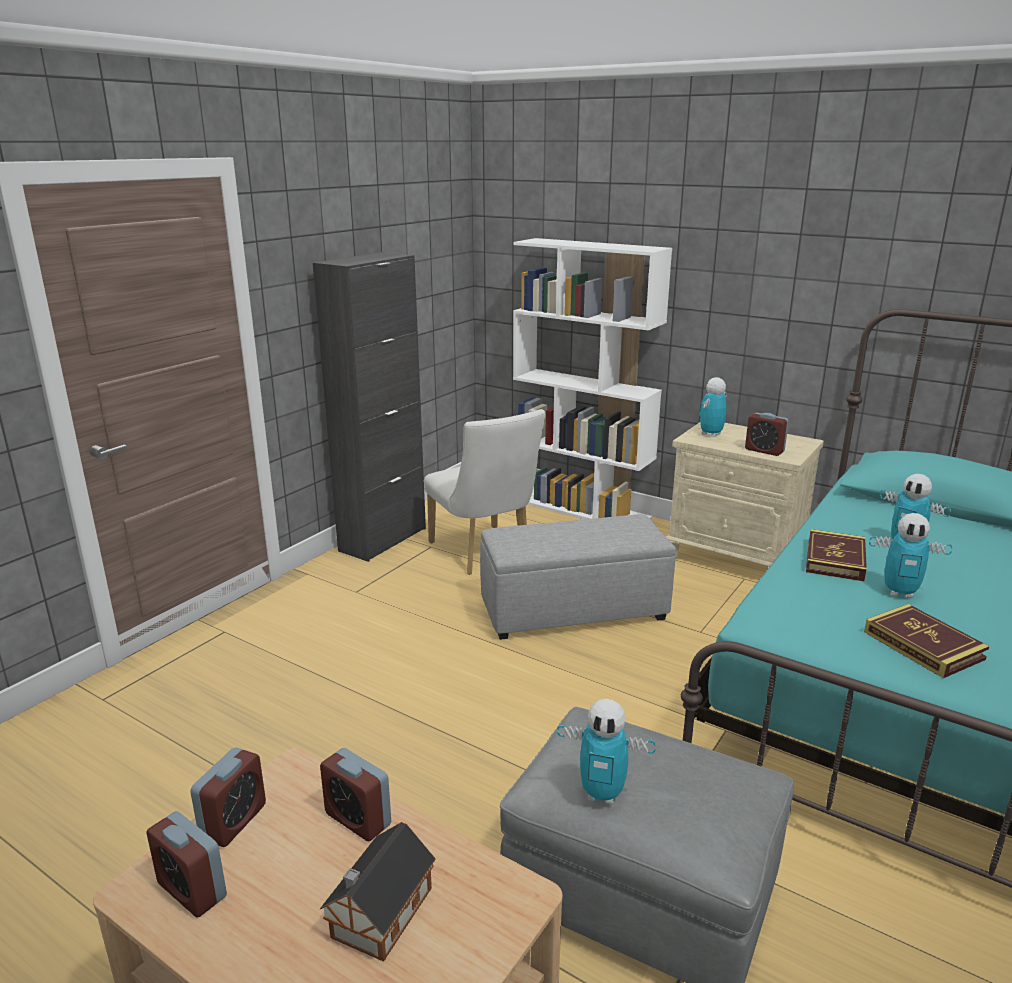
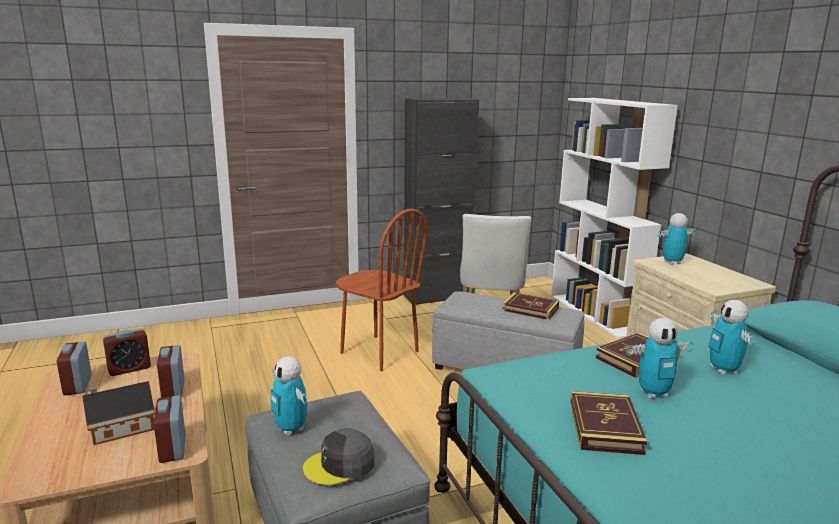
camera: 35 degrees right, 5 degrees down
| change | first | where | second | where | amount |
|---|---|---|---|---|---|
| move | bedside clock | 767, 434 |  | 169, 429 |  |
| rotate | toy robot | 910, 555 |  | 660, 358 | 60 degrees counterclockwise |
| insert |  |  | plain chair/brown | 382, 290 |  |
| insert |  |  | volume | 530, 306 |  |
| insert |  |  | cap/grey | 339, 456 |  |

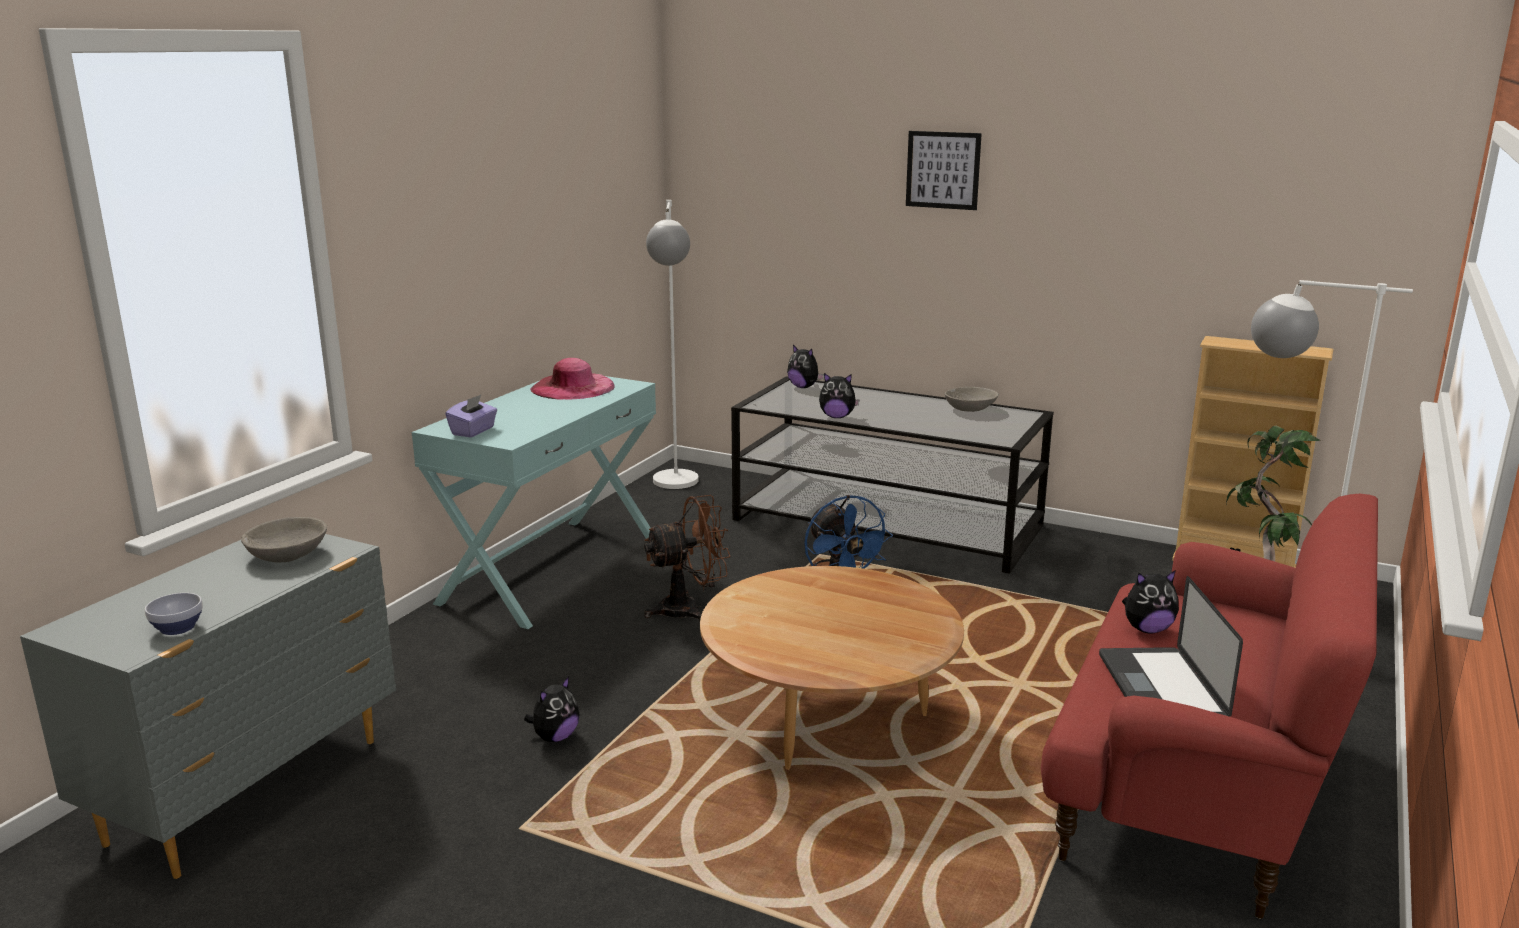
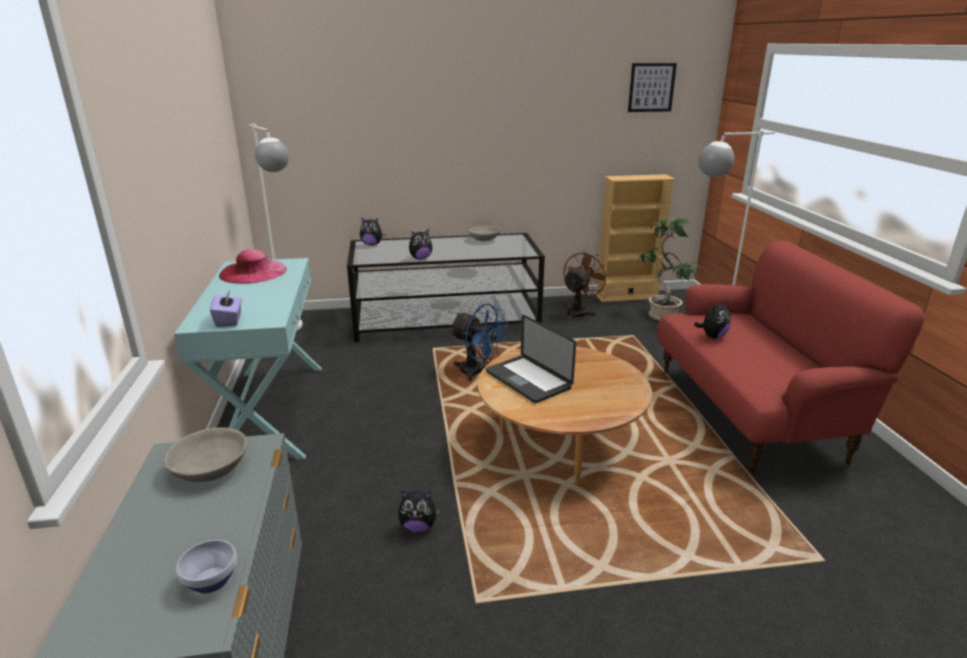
camera: 35 degrees left, 5 degrees up
| change | first | where | second | where | amount |
|---|---|---|---|---|---|
| move | picture | 944, 170 |  | 652, 87 |  |
| move | cooling fan/brown | 687, 558 |  | 586, 286 |  |
| move | portable computer | 1171, 646 |  | 531, 359 |  |
| rotate | soft toy | 552, 709 |  | 419, 512 | 90 degrees clockwise |

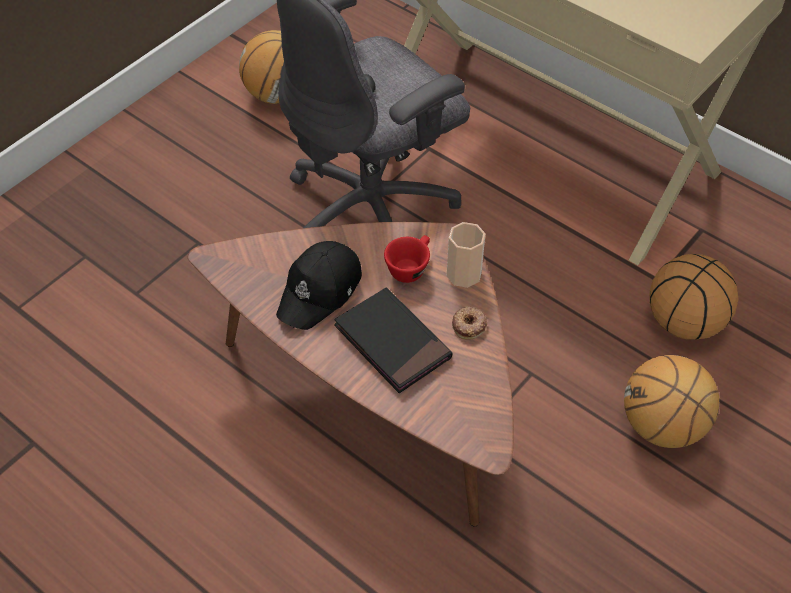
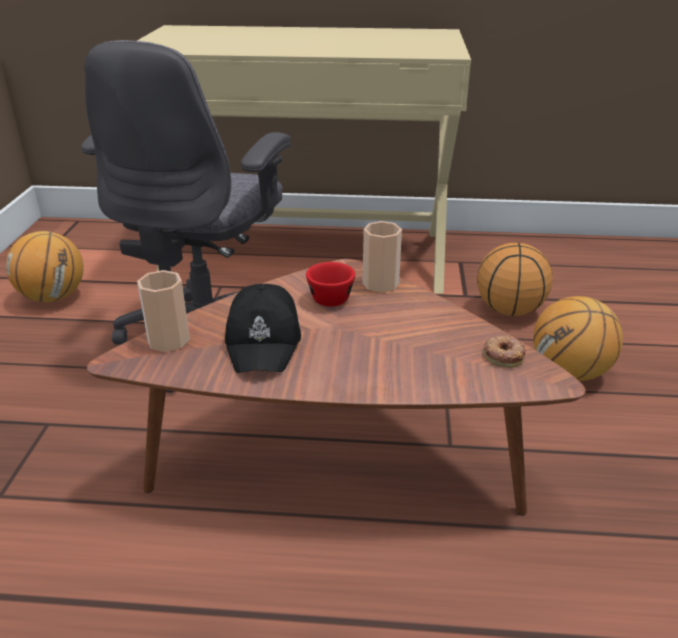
camera: 35 degrees left, 20 degrees down
| change | first | where | second | where | amount |
|---|---|---|---|---|---|
| delete | volume/black-coloured | 393, 340 |  |  |  |
| move | ring doughnut | 469, 323 |  | 504, 352 |  |
| insert |  |  | cup | 163, 311 |  |

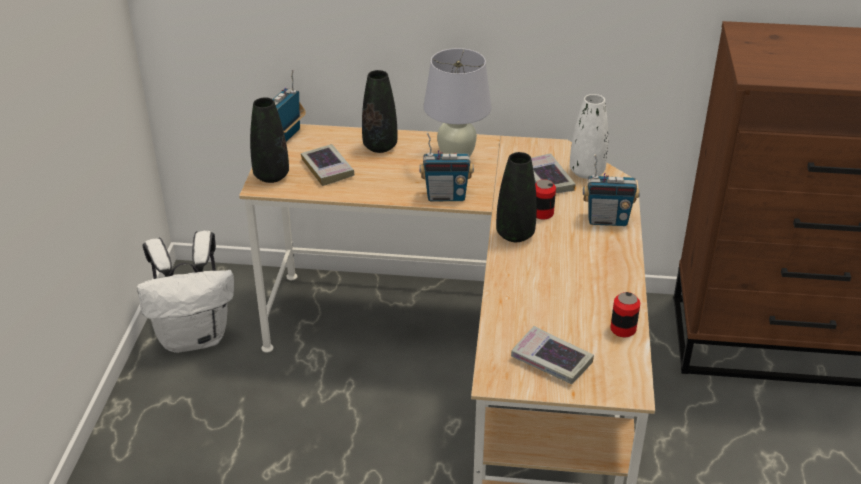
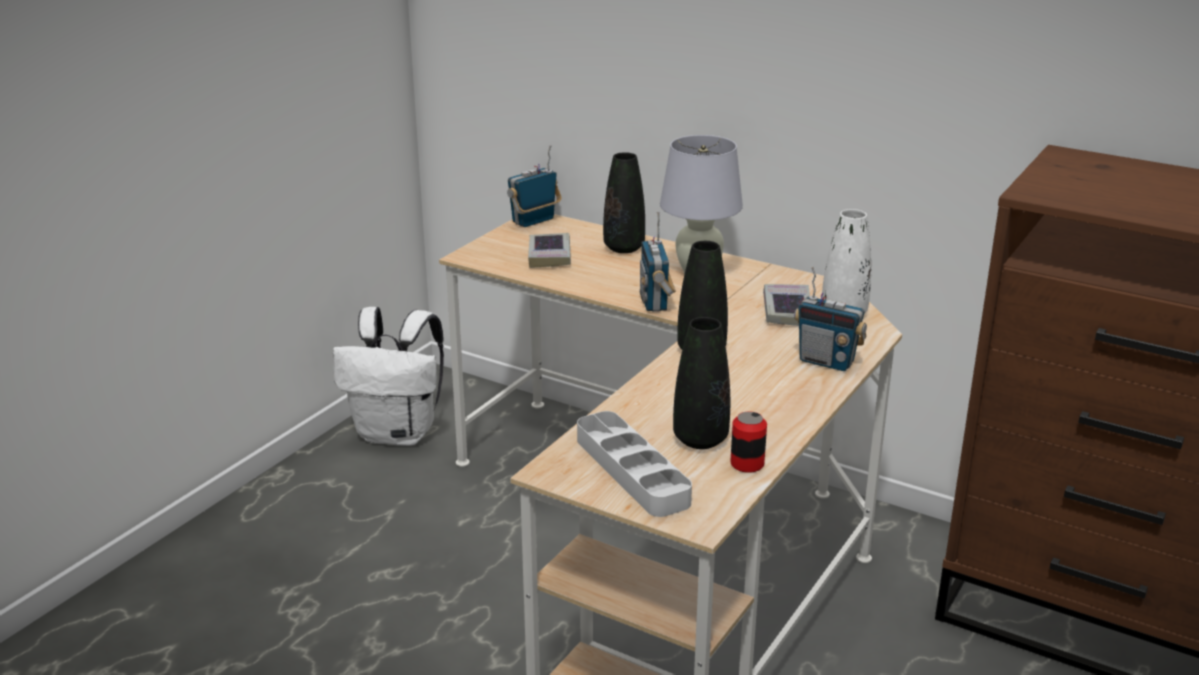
camera: 25 degrees right, 10 degrees down
| change | first | where | second | where | amount |
|---|---|---|---|---|---|
| move | decorative vase/black-coloured | 269, 140 |  | 701, 383 |  |
| rotate | radio set | 446, 166 |  | 658, 262 | 60 degrees clockwise |
| delete | can | 545, 199 |  |  |  |
| replace | volume | 552, 355 | serving tray/grey | 634, 464 |  |

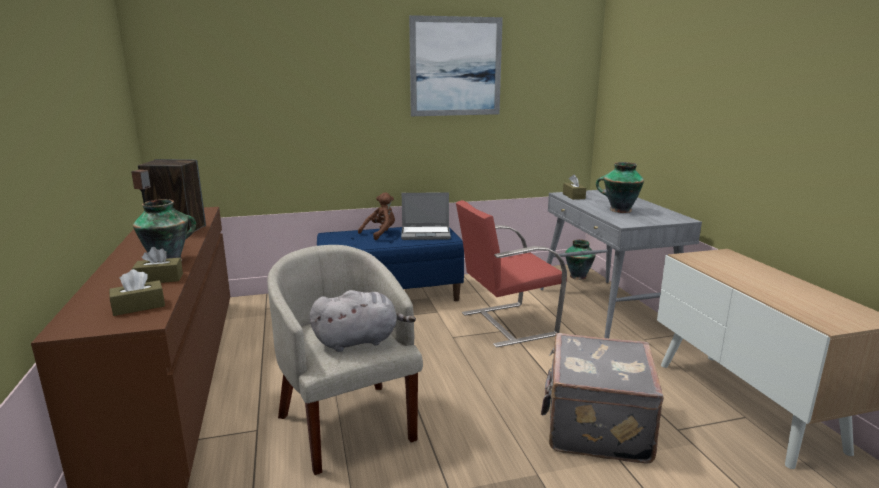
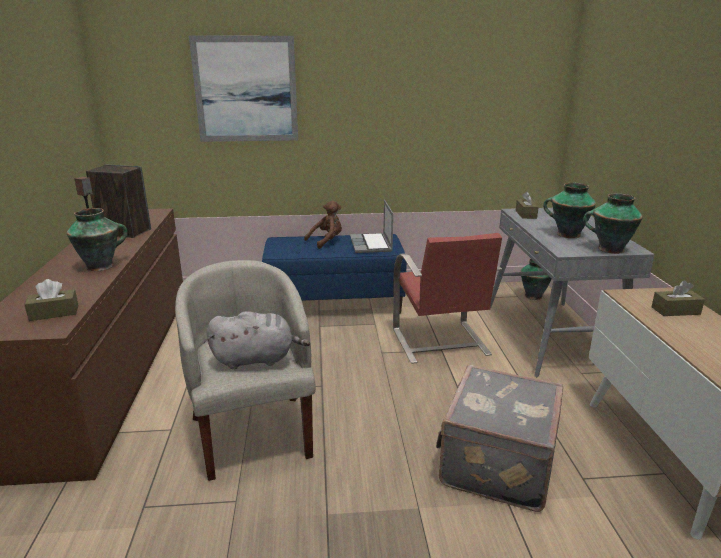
camera: 10 degrees right, 5 degrees up
| change | first | where | second | where | amount |
|---|---|---|---|---|---|
| move | picture | 456, 65 |  | 243, 89 |  |
| rotate | portable computer | 426, 216 |  | 371, 226 | 75 degrees clockwise |
| rotate | plain chair/red-coloured | 511, 274 |  | 447, 298 | 90 degrees counterclockwise |
| move | tissue box/brown | 157, 265 |  | 678, 298 |  |
| insert |  |  | decorative vase | 613, 224 |  |

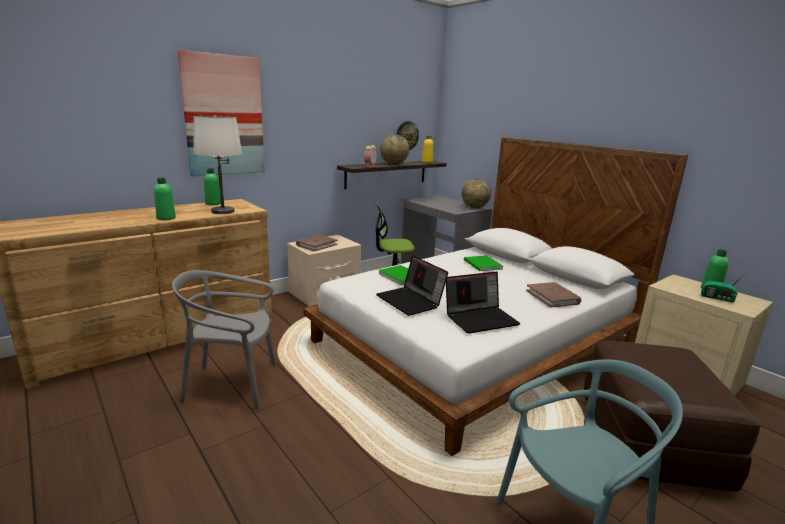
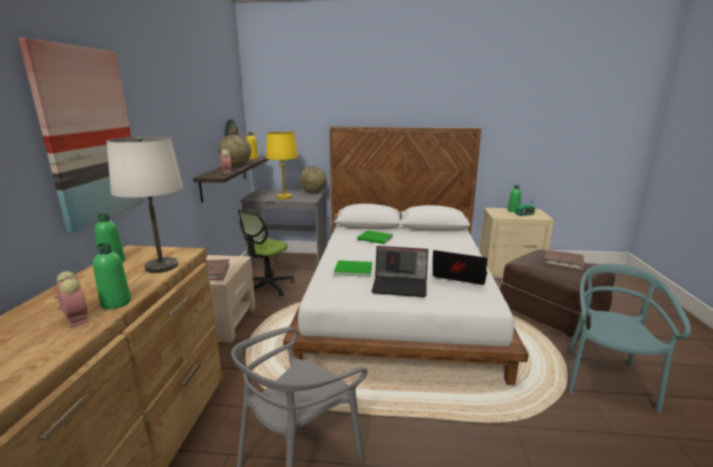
camera: 45 degrees left, 0 degrees up
| change | first | where | second | where | amount |
|---|---|---|---|---|---|
| rotate | portable computer | 483, 302 |  | 460, 267 | 90 degrees counterclockwise |
| move | volume/brown | 553, 294 |  | 564, 260 |  |
| insert |  |  | tabletop lamp/yellowish | 282, 165 |  |
| insert |  |  | bedside clock | 71, 299 |  |

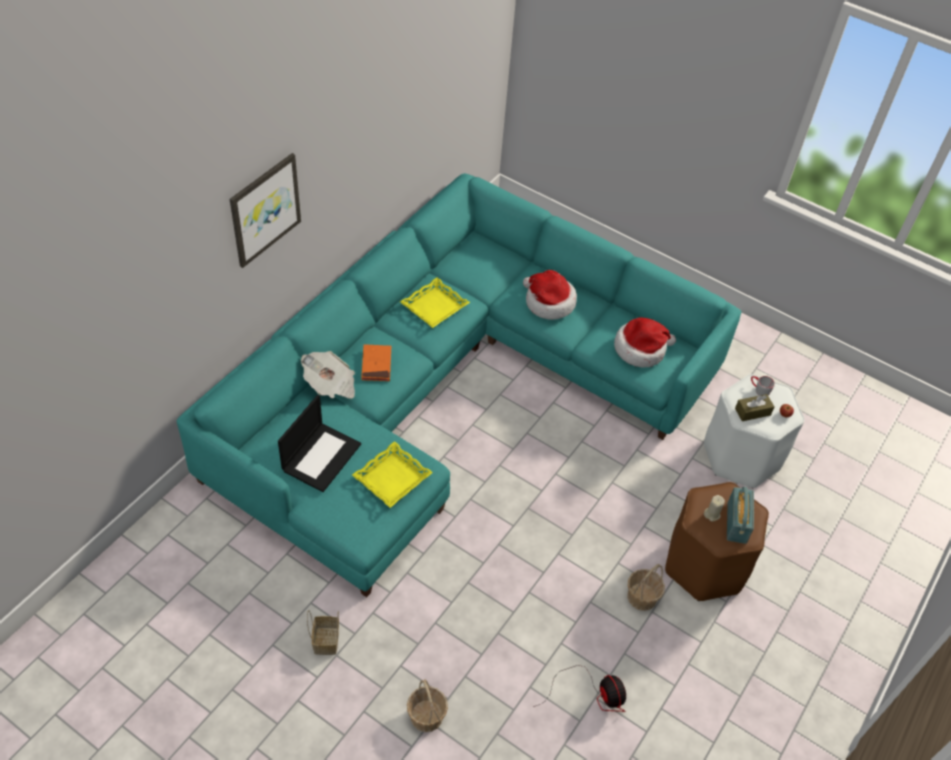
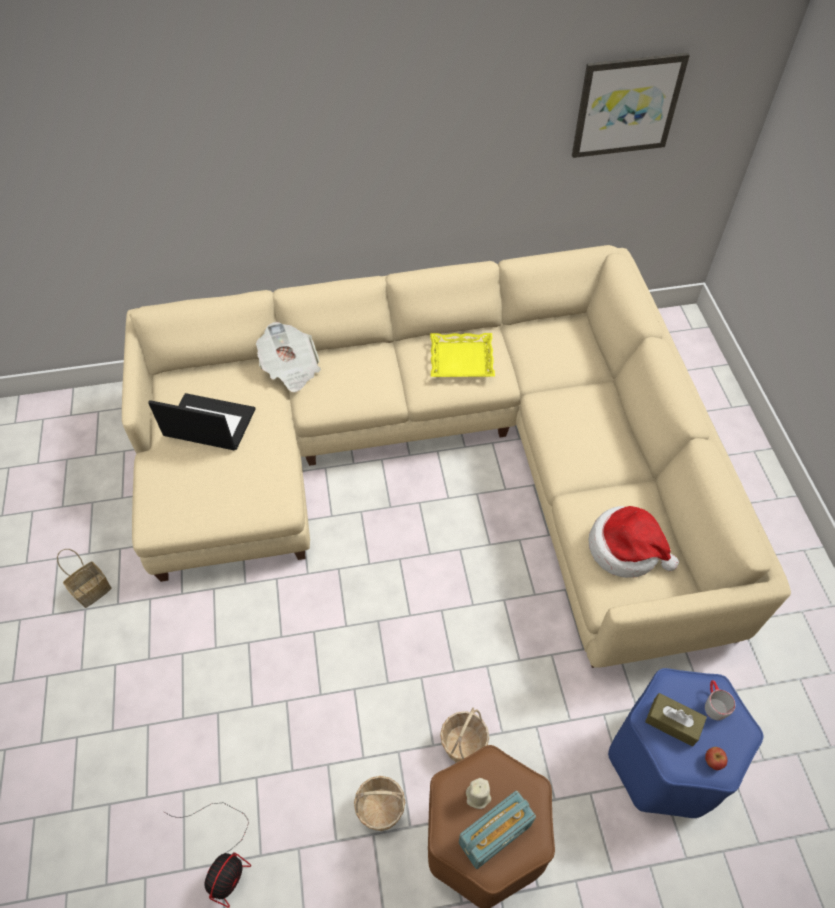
camera: 50 degrees right, 5 degrees up
| change | first | where | second | where | amount |
|---|---|---|---|---|---|
| move | picture | 265, 210 |  | 631, 105 |  |
| recolor | couch/turquoise-coloured | 459, 385 | couch/beige | 456, 456 |  |
| delete | clothing hat | 550, 295 |  |  |  |
| delete | volume/orange-coloured | 376, 362 |  |  |  |
| recolor | sitting stool/white-coloured | 754, 431 | sitting stool/blue | 686, 743 |  |
| rotate | portable computer | 319, 443 |  | 201, 421 | 150 degrees counterclockwise |
| delete | serving tray/yellowish | 392, 474 |  |  |  |
| move | storage basket | 427, 705 |  | 464, 735 |  |

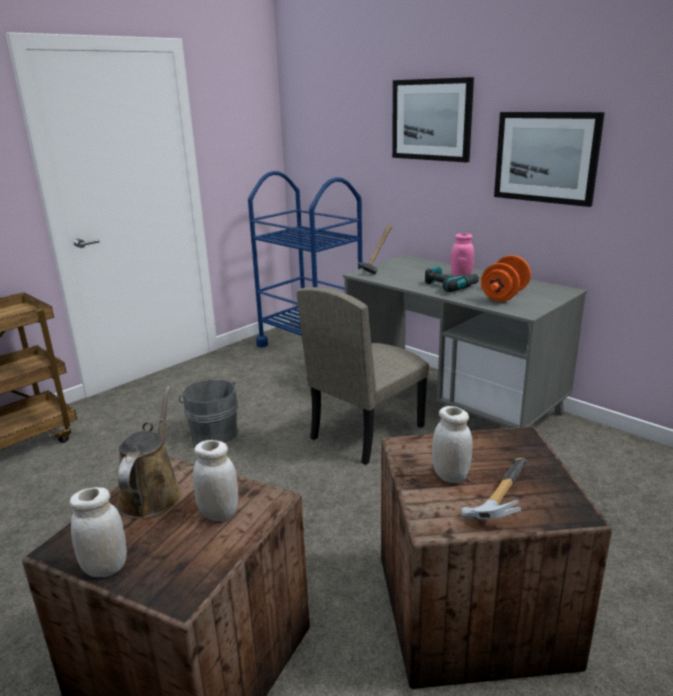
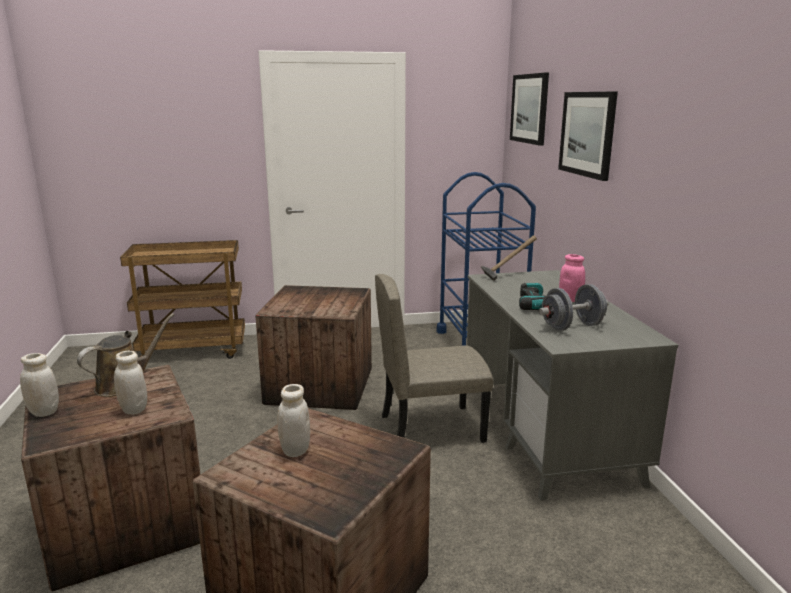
camera: 35 degrees right, 5 degrees down
| change | first | where | second | where | amount |
|---|---|---|---|---|---|
| move | picture | 549, 159 |  | 529, 109 |  |
| recolor | dumbbell/orange-coloured | 506, 278 | dumbbell/grey | 573, 307 |  |
| replace | bucket/grey | 208, 412 | crate | 314, 347 |  |
| delete | tool hammer | 493, 488 |  |  |  |

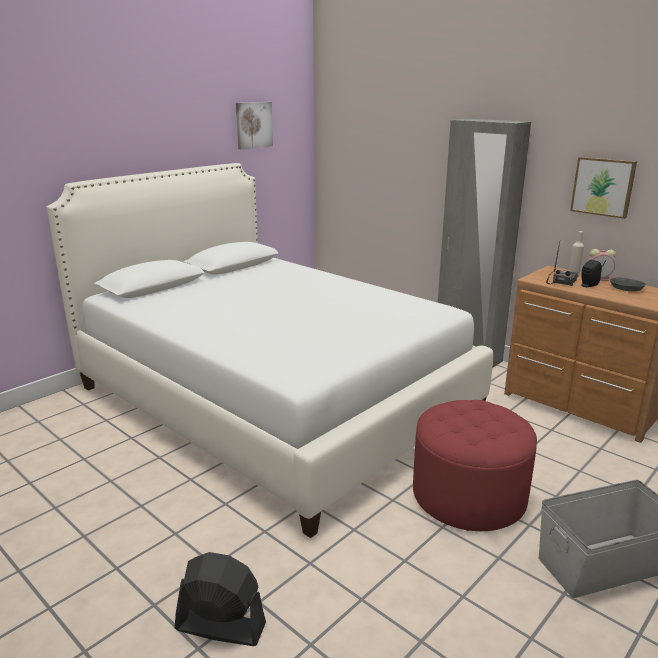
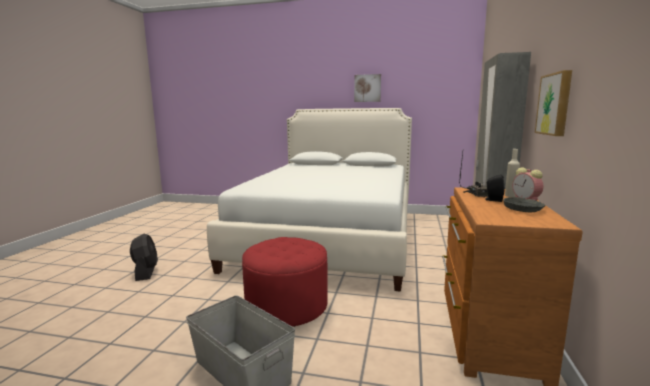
camera: 60 degrees right, 10 degrees down
| change | first | where | second | where | amount |
|---|---|---|---|---|---|
| move | picture | 254, 125 |  | 367, 88 |  |

